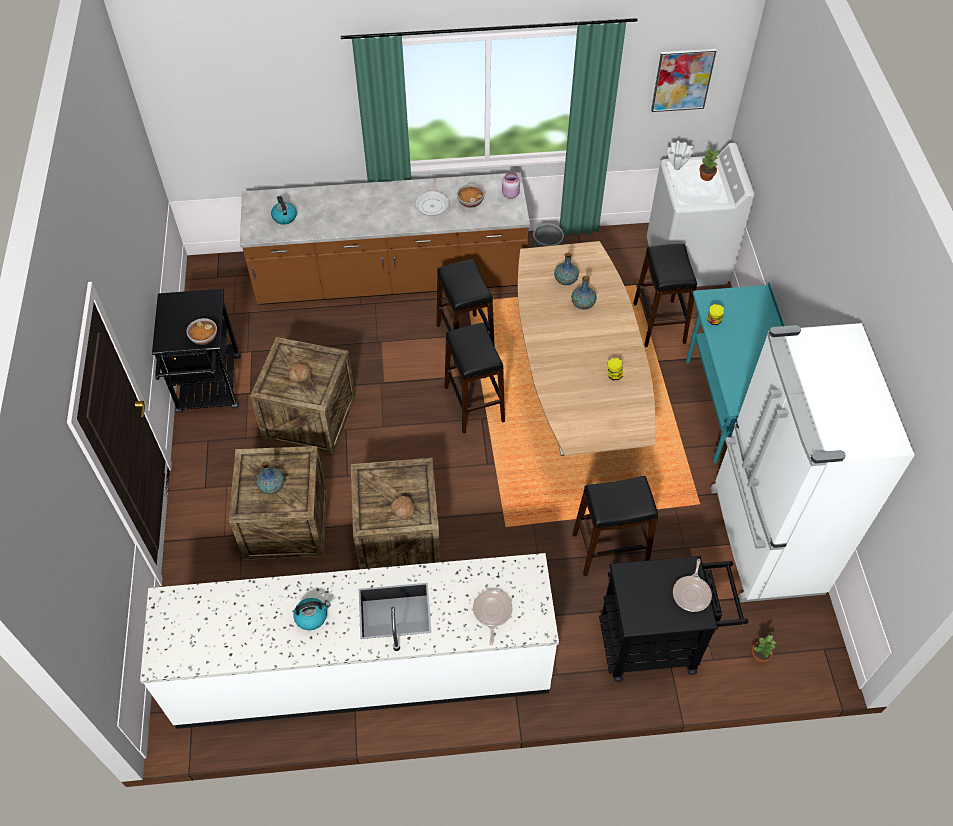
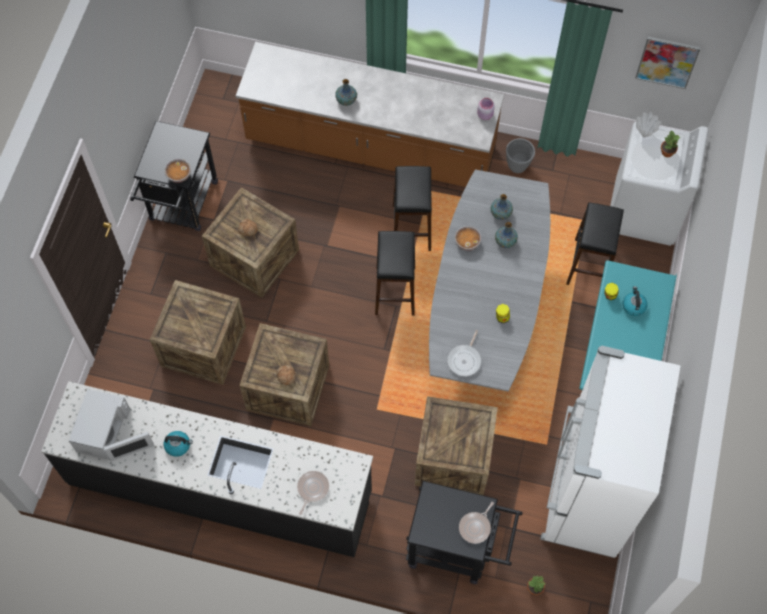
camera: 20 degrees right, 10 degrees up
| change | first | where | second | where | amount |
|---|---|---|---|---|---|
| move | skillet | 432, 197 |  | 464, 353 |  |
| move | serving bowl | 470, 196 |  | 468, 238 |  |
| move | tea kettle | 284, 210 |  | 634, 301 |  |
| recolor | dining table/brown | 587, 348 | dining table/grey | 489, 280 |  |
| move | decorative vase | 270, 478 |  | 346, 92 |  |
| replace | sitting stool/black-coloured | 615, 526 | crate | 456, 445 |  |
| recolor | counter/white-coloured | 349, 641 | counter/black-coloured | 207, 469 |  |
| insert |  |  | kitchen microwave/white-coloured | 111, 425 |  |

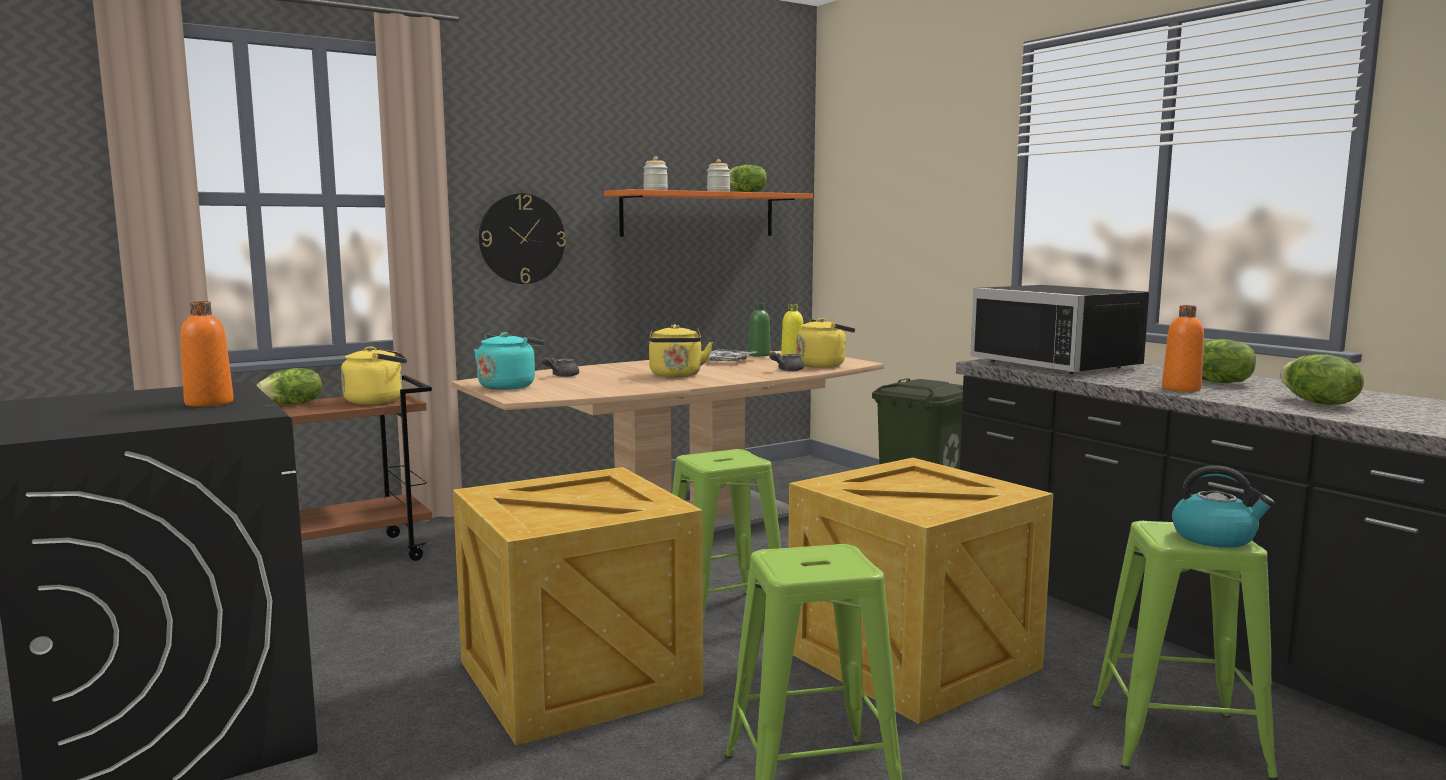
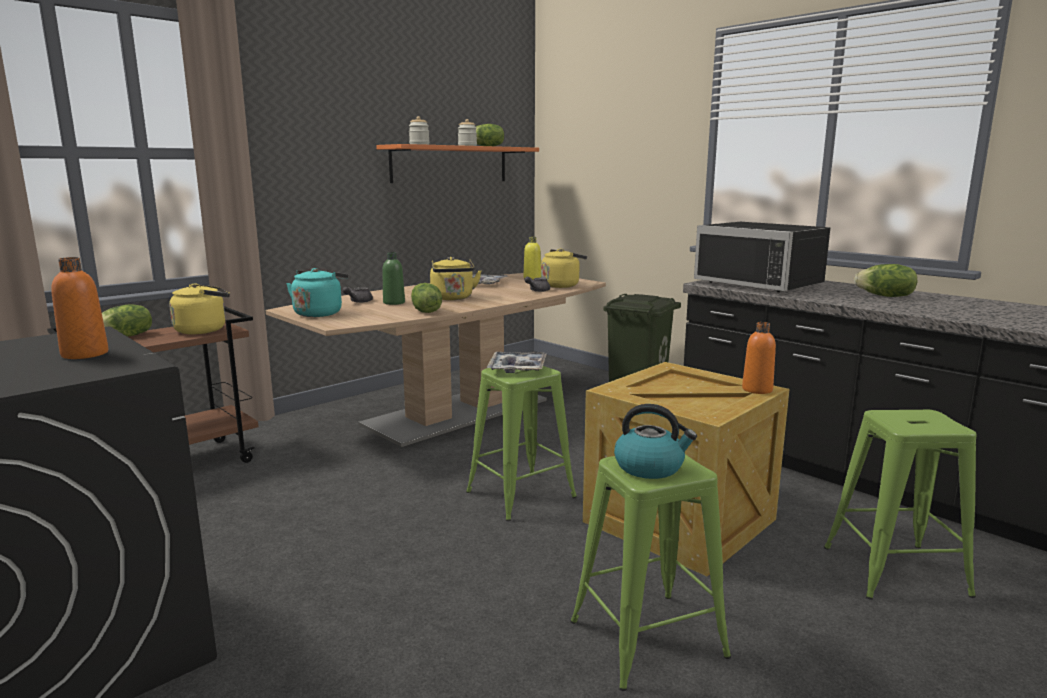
camera: 10 degrees left, 5 degrees up
| change | first | where | second | where | amount |
|---|---|---|---|---|---|
| delete | hanging clock | 522, 238 |  |  |  |
| move | drink bottle/green | 759, 330 |  | 393, 278 |  |
| move | drink bottle/orange-coloured | 1183, 348 |  | 759, 358 |  |
| move | lettuce | 1322, 379 |  | 426, 298 |  |
| move | tea kettle | 1223, 506 |  | 655, 441 |  |
| delete | crate | 578, 606 |  |  |  |
| insert |  |  | serving tray | 517, 362 |  |

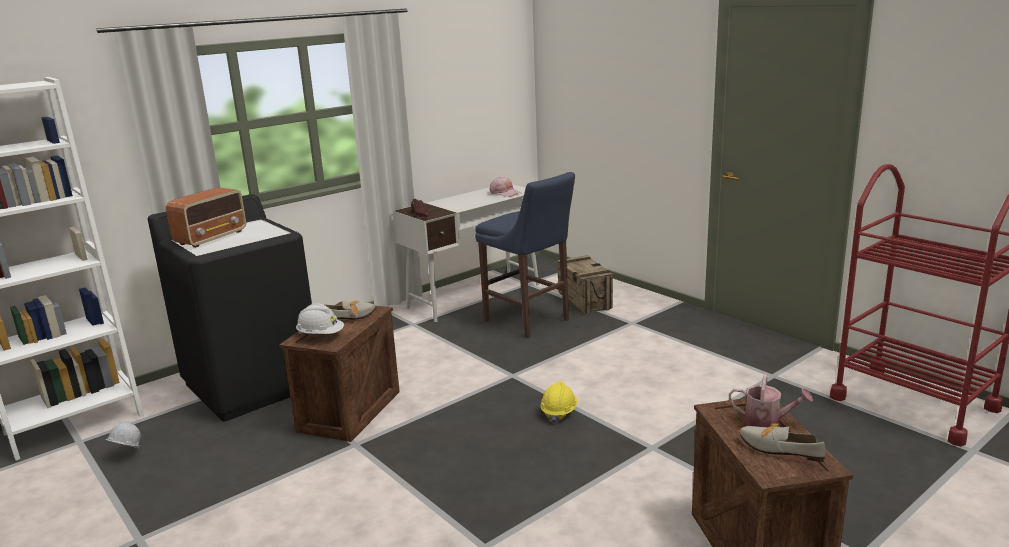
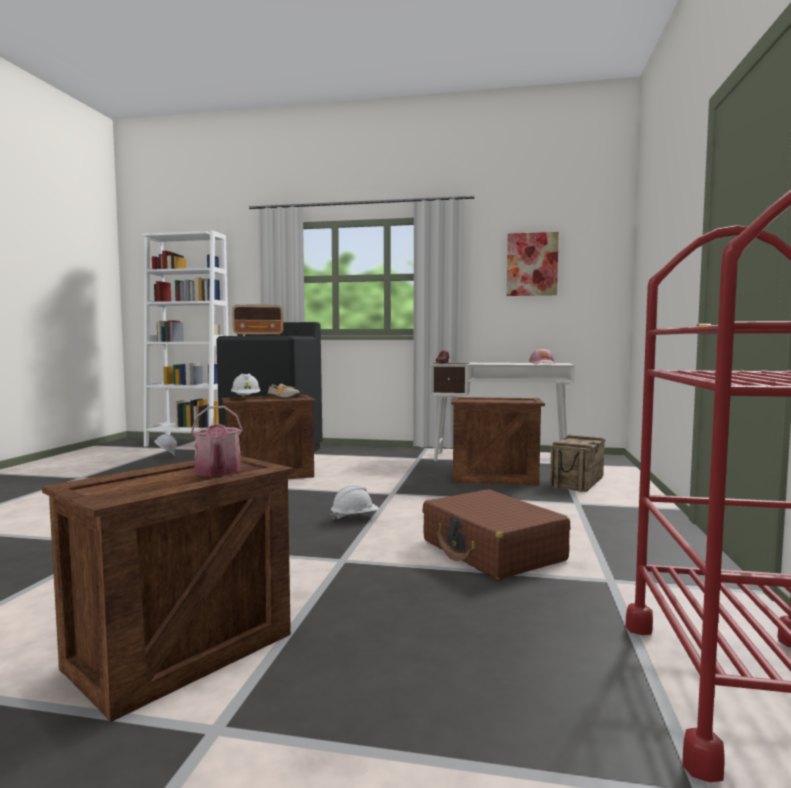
camera: 50 degrees right, 15 degrees down
| change | first | where | second | where | amount |
|---|---|---|---|---|---|
| replace | sitting stool/blue | 525, 255 | crate | 498, 441 |  |
| recolor | work helmet/yellowish | 558, 402 | work helmet/white-coloured | 354, 502 |  |
| delete | shoe | 782, 442 |  |  |  |
| insert |  |  | picture | 533, 264 |  |
| insert |  |  | travel case/brown | 496, 534 |  |

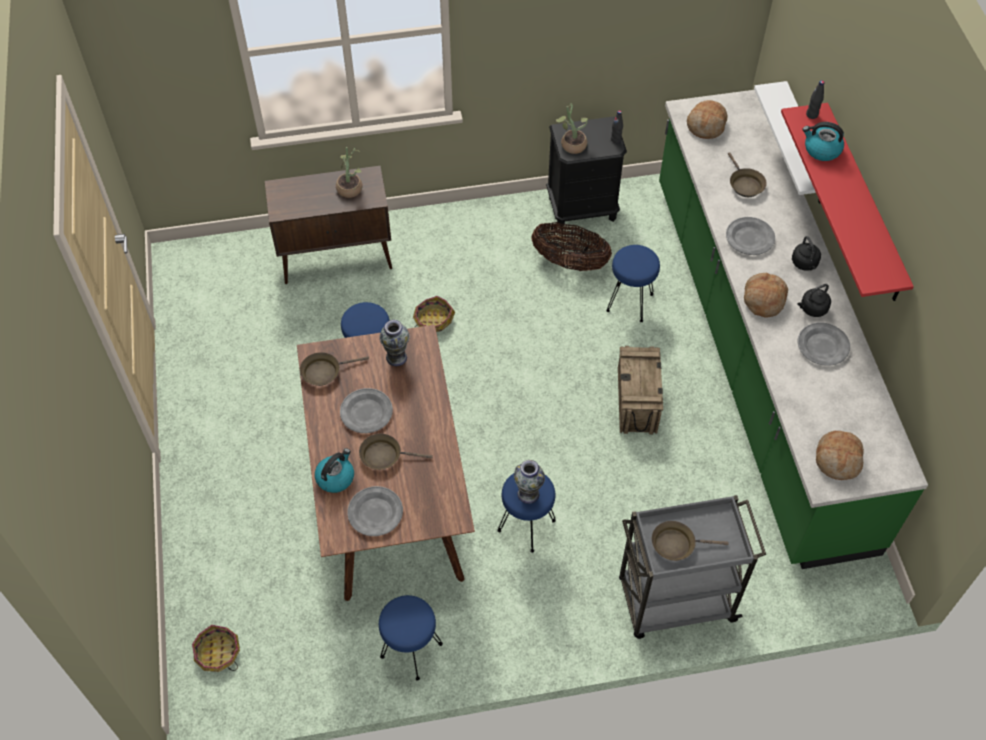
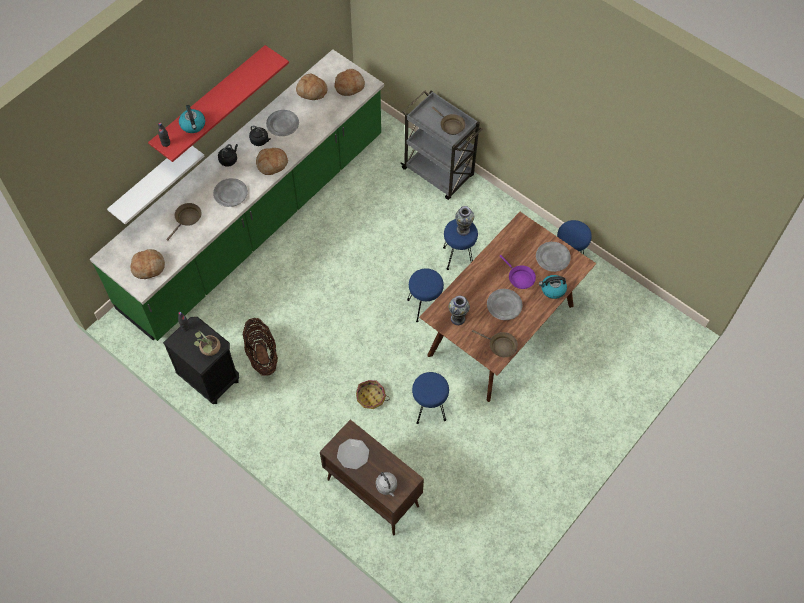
camera: 130 degrees left, 5 degrees up
| change | first | where | second | where | amount |
|---|---|---|---|---|---|
| replace | houseplant | 349, 172 | dinner plate | 353, 454 |  |
| move | sitting stool/blue | 633, 283 |  | 425, 295 |  |
| delete | crate | 640, 390 |  |  |  |
| recolor | skillet/brown | 396, 452 | skillet/purple | 518, 272 |  |
| delete | storage basket | 216, 648 |  |  |  |
| insert |  |  | baked bread | 312, 87 |  |
| insert |  |  | tea kettle/grey | 386, 484 |  |

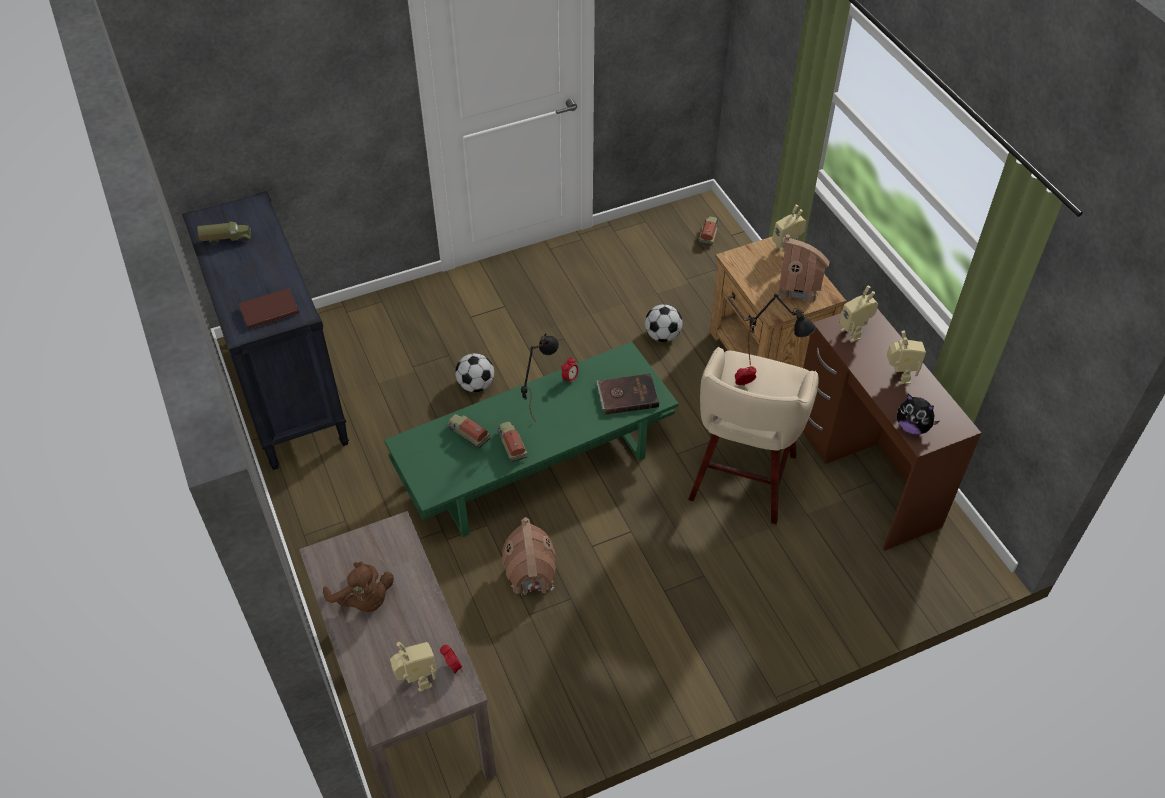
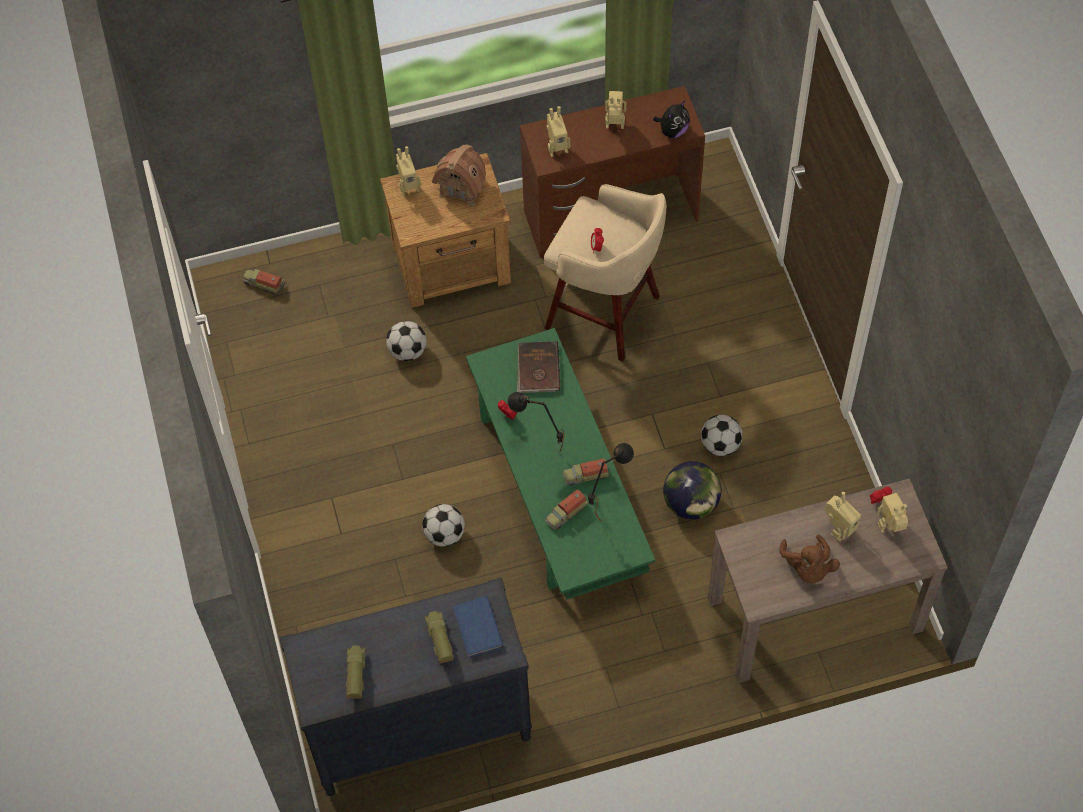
camera: 80 degrees left, 10 degrees up
| change | first | where | second | where | amount |
|---|---|---|---|---|---|
| recolor | volume/brown | 268, 308 | volume/blue | 478, 626 |  |
| move | tabletop lamp/black-coloured | 782, 330 |  | 611, 481 |  |
| replace | toy house | 529, 556 | globe | 692, 490 |  |
| rotate | soft toy/brown | 358, 587 |  | 809, 558 | 120 degrees clockwise |
| insert |  |  | football ball | 722, 435 |  |
| insert |  |  | toy robot | 843, 517 |  |
| insert |  |  | model truck | 439, 637 |  |

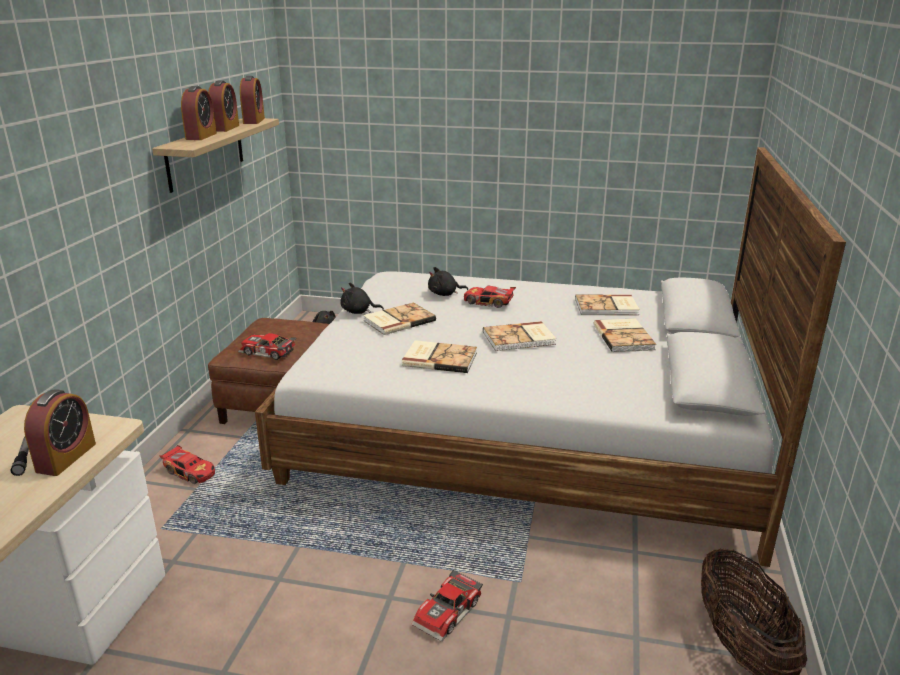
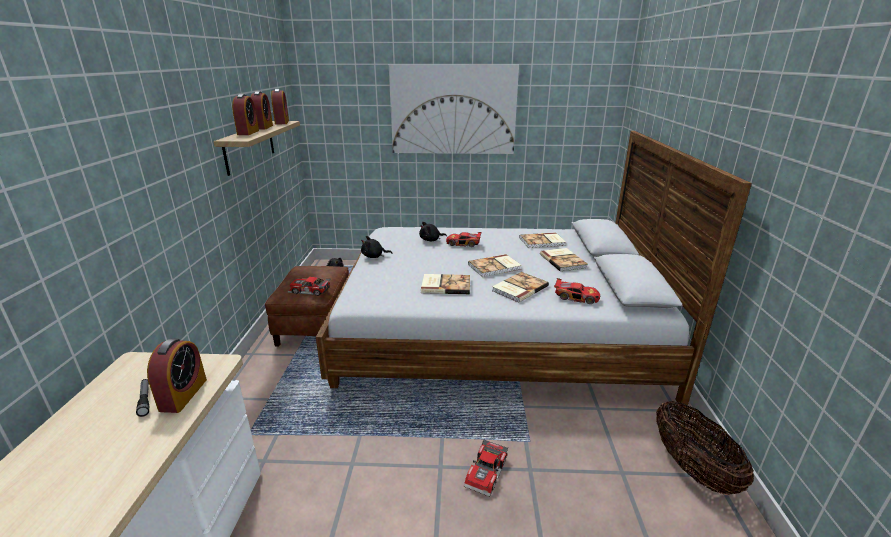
camera: 10 degrees left, 0 degrees up
| change | first | where | second | where | amount |
|---|---|---|---|---|---|
| move | volume | 399, 318 |  | 520, 287 |  |
| move | model car | 187, 464 |  | 577, 291 |  |
| insert |  |  | picture | 454, 109 |  |

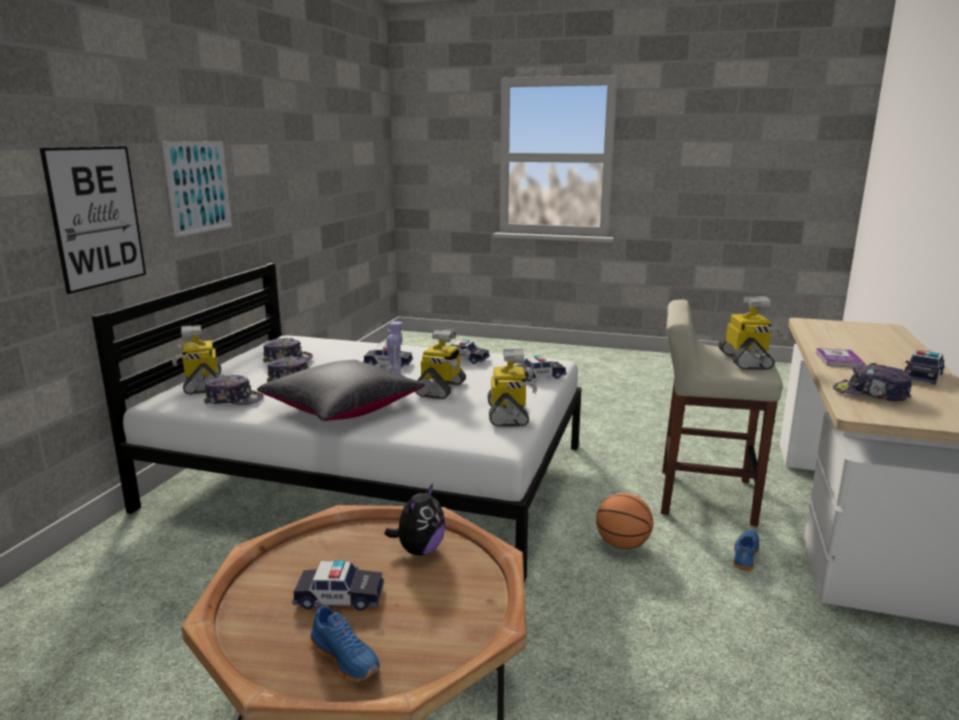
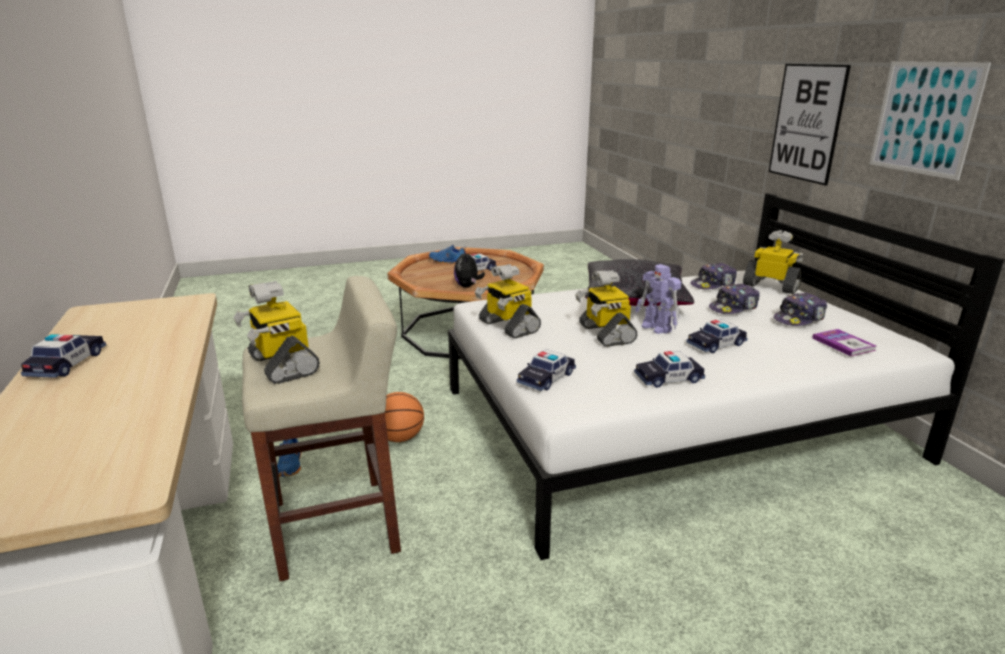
camera: 145 degrees right, 5 degrees up
| change | first | where | second | where | amount |
|---|---|---|---|---|---|
| move | volume | 840, 357 |  | 844, 342 |  |
| delete | cap | 872, 382 |  |  |  |

